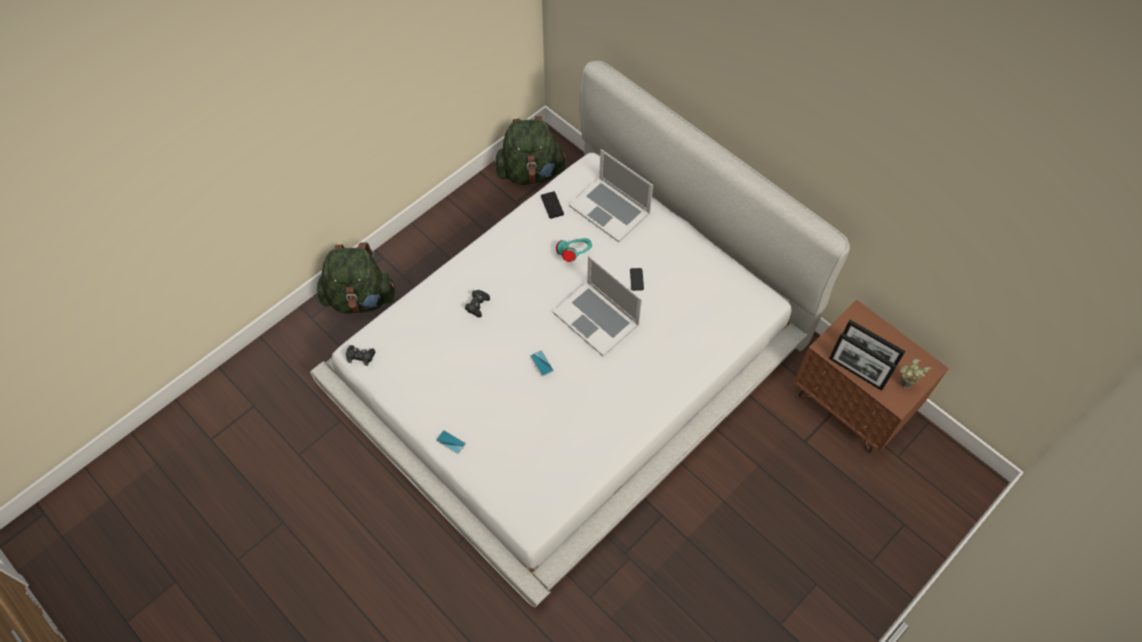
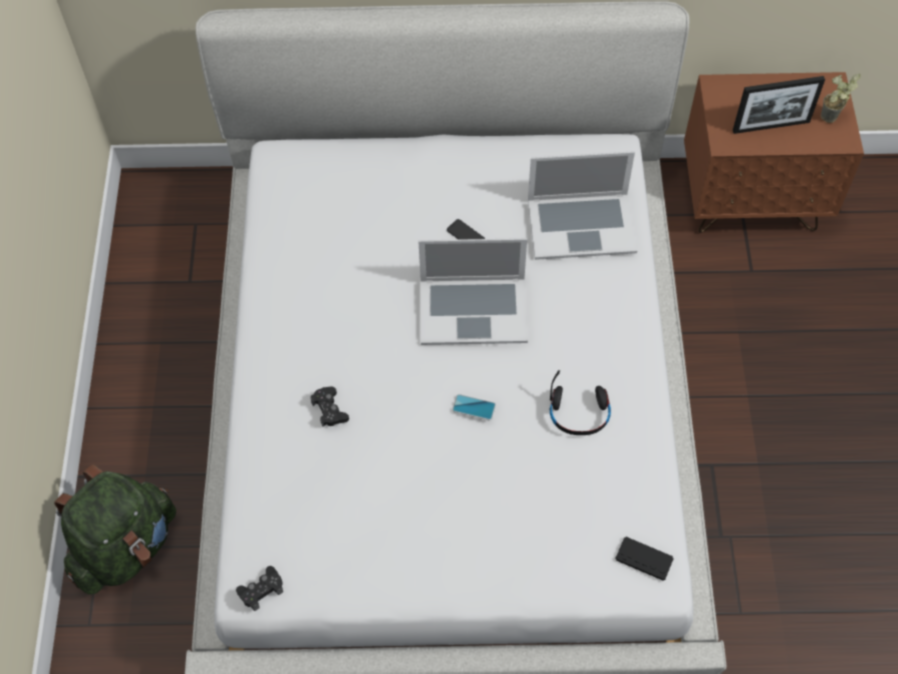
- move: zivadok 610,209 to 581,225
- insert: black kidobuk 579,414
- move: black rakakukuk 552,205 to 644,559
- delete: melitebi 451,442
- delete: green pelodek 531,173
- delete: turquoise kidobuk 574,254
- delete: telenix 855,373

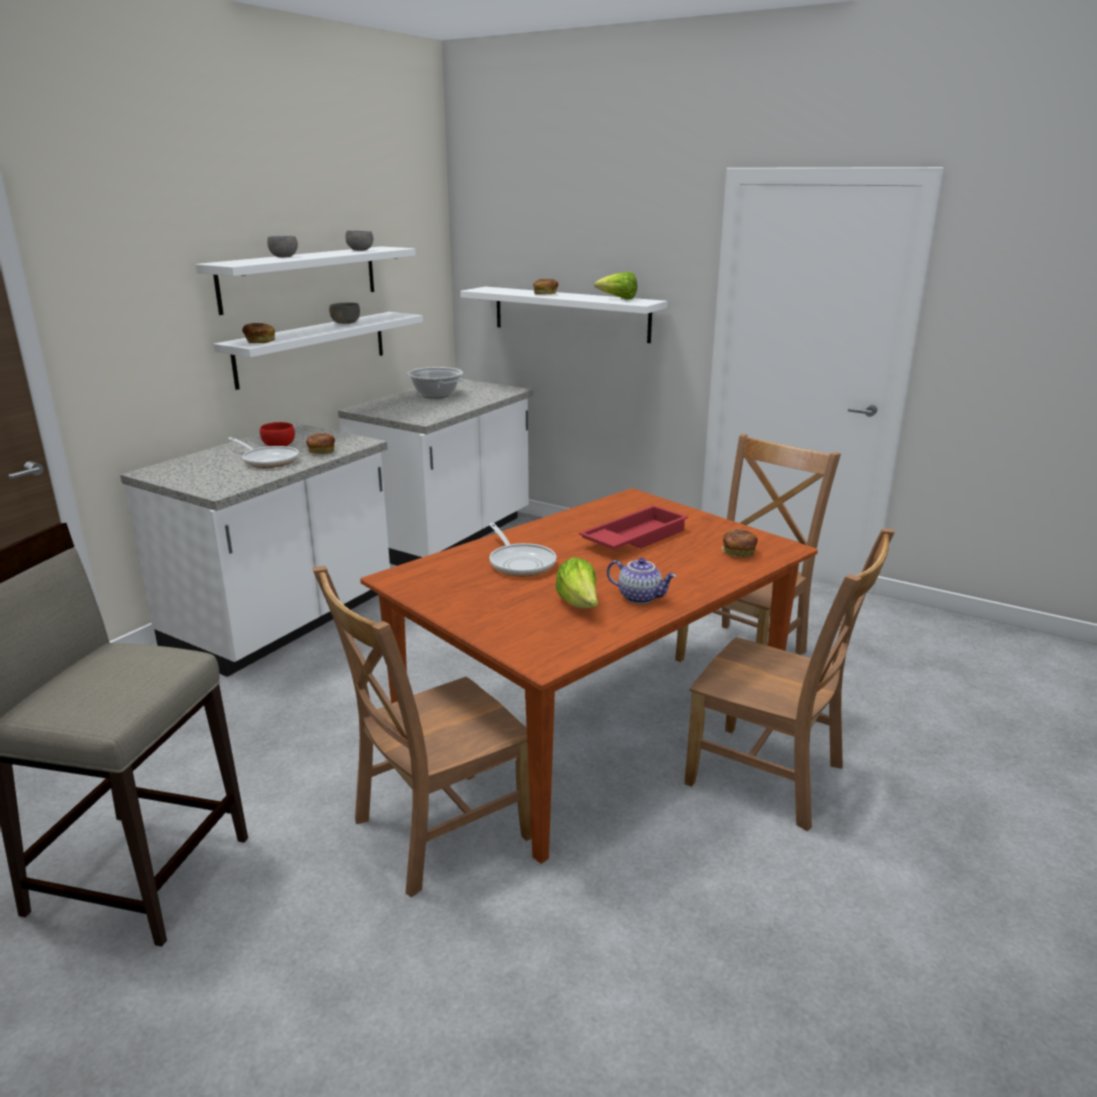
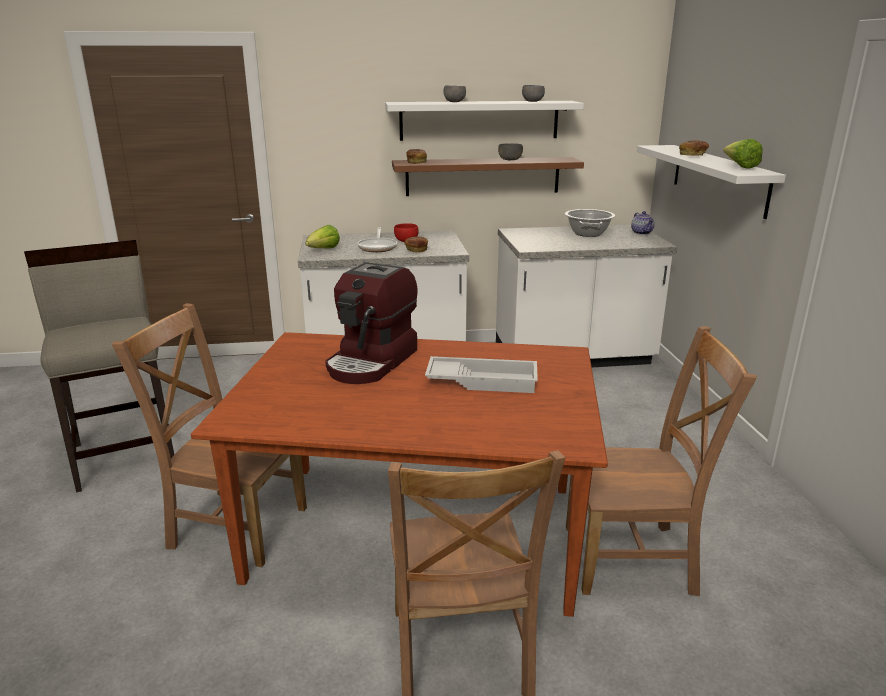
- move: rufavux 579,604 to 323,250
- replace: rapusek 520,563 to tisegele 372,362
- recolor: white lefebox 312,348 to brown lefebox 483,176
- recolor: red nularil 633,538 to white nularil 483,380
- move: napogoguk 640,597 to 642,233
- delete: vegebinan 738,552

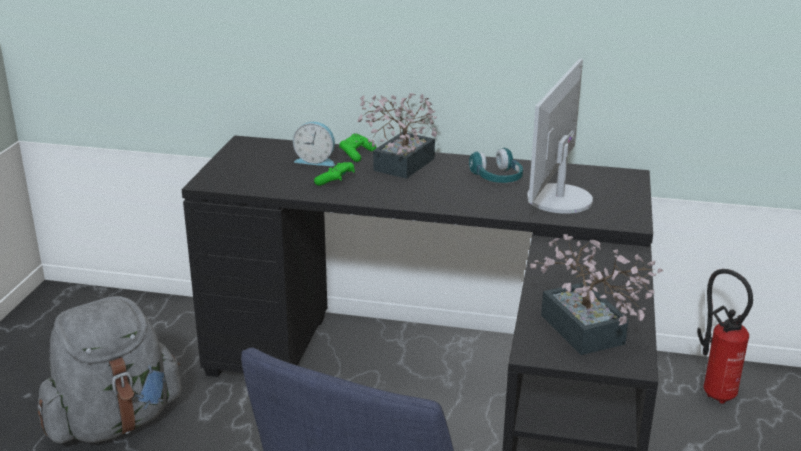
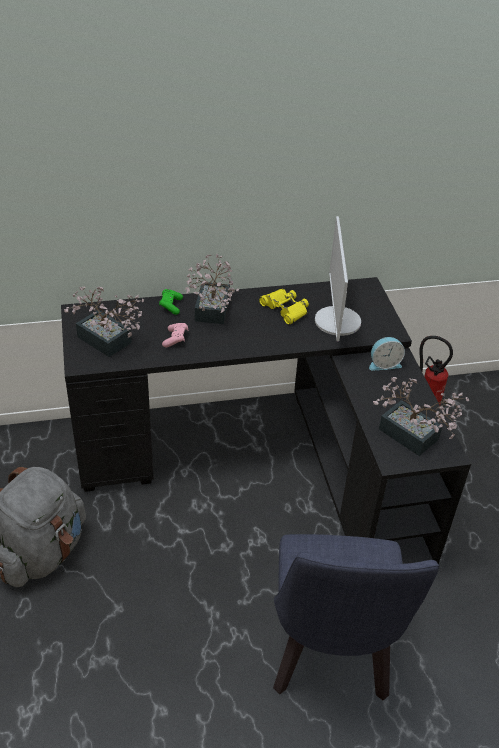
- insert: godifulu 108,343
- recolor: green rakakukuk 336,181 to pink rakakukuk 175,339
- replace: turquoise kidobuk 497,178 to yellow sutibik 285,309
- move: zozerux 316,160 to 384,364

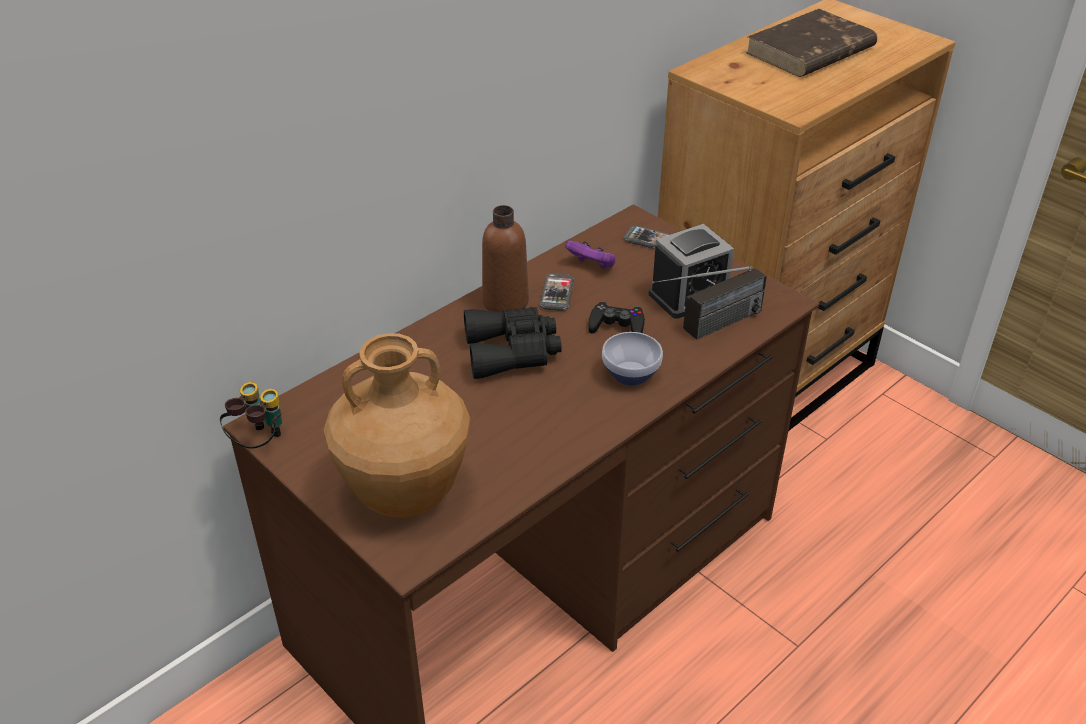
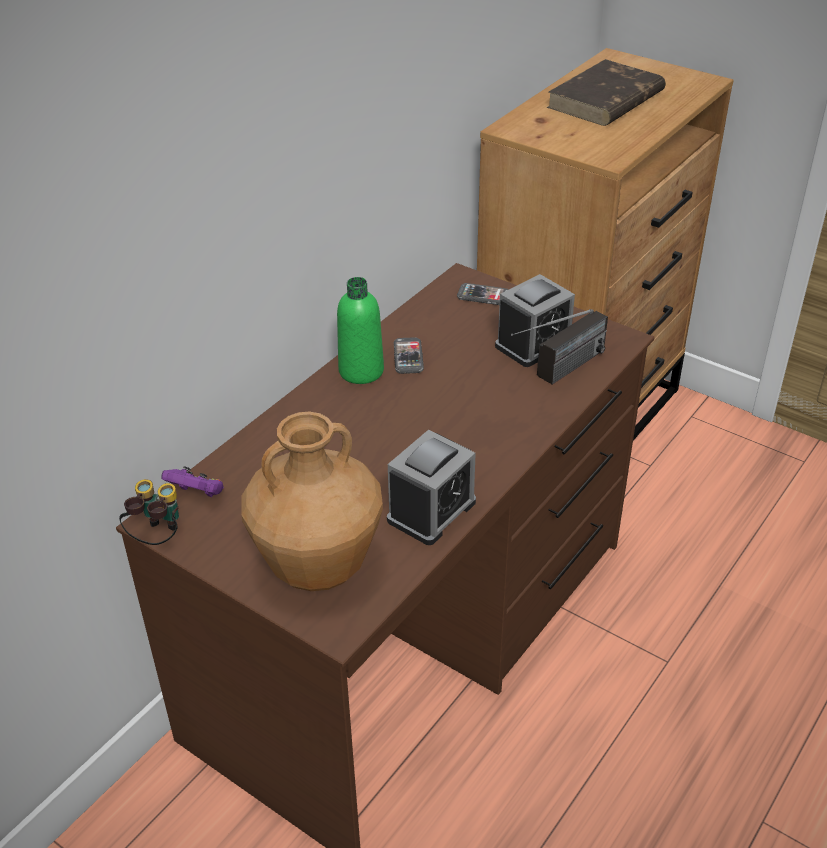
- move: purple rakakukuk 592,266 to 197,494
- recolor: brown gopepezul 505,302 to green gopepezul 361,371
- insert: zozerux 431,511
- delete: black sutibik 512,352
- delete: black rakakukuk 616,325
- delete: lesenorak 632,374

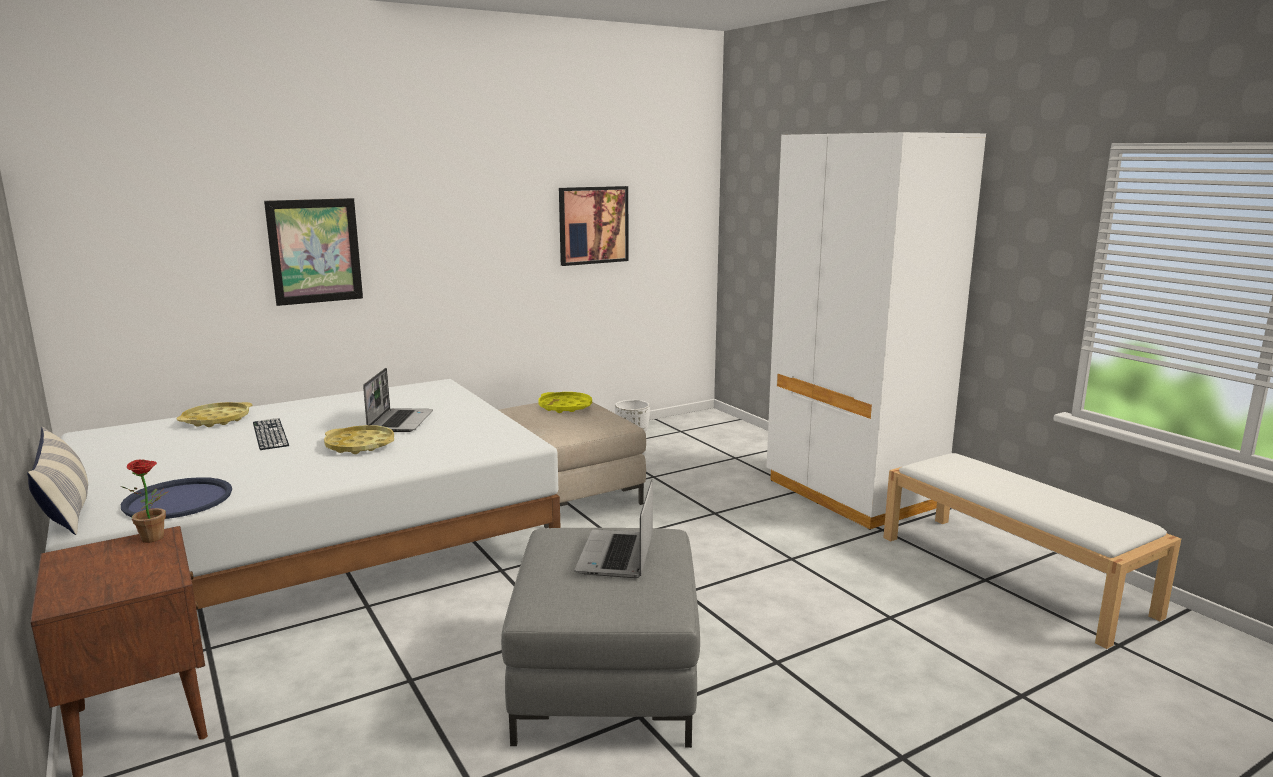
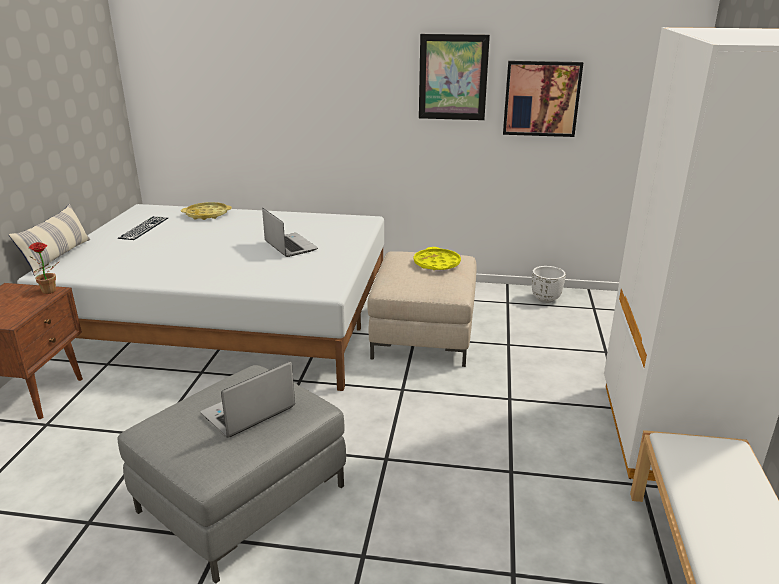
- move: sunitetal 270,434 to 144,228
- rotate: zivadok 400,421 = 289,246 75 degrees counterclockwise
- move: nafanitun 315,251 to 453,77
- delete: blue nularil 178,500
- delete: yellow nularil 360,445

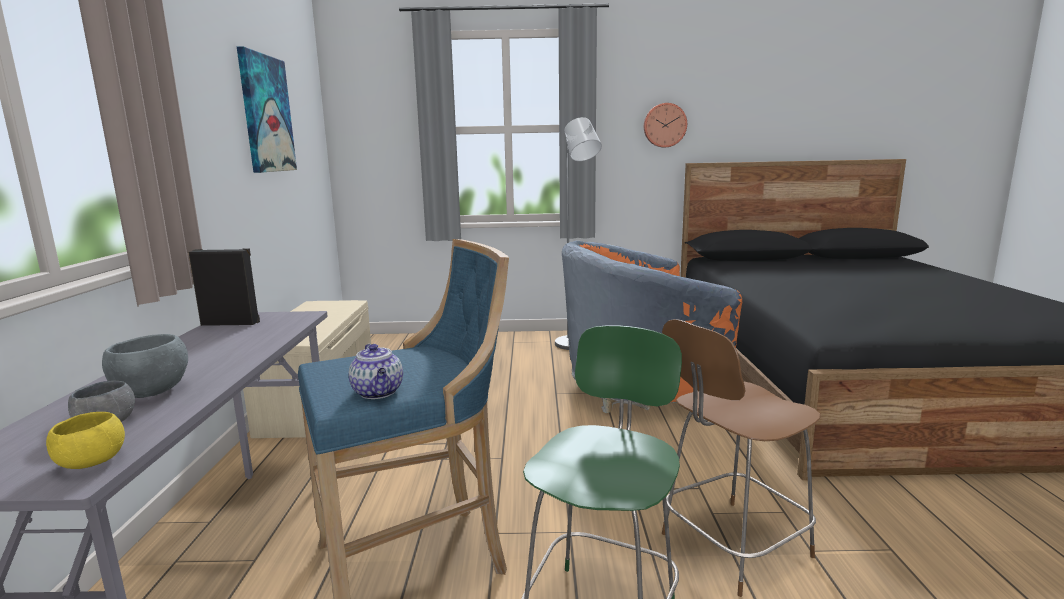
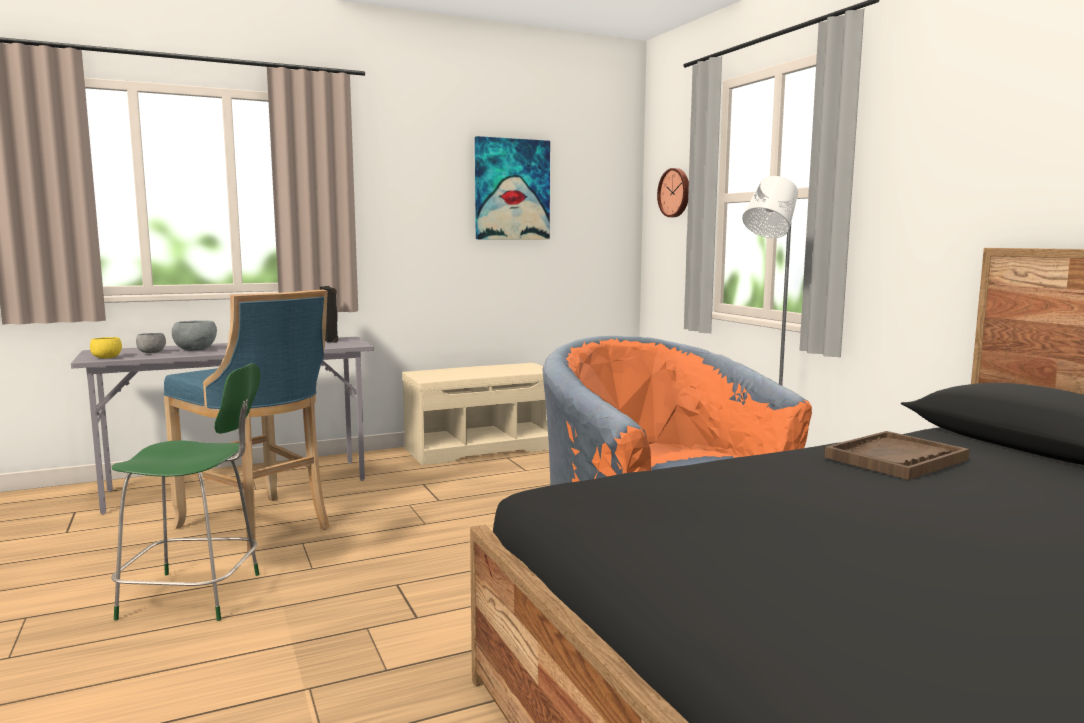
- move: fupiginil 664,125 to 675,193
- insert: brown nularil 896,458
- delete: napogoguk 378,392
- delete: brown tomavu 731,546

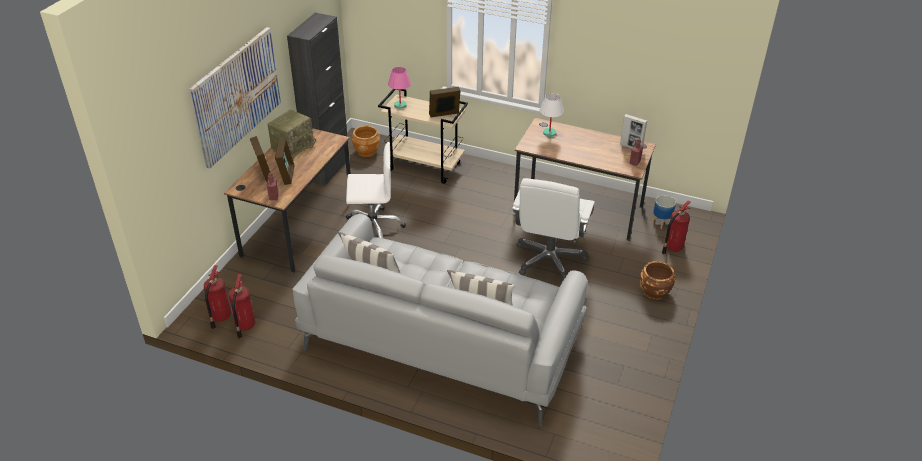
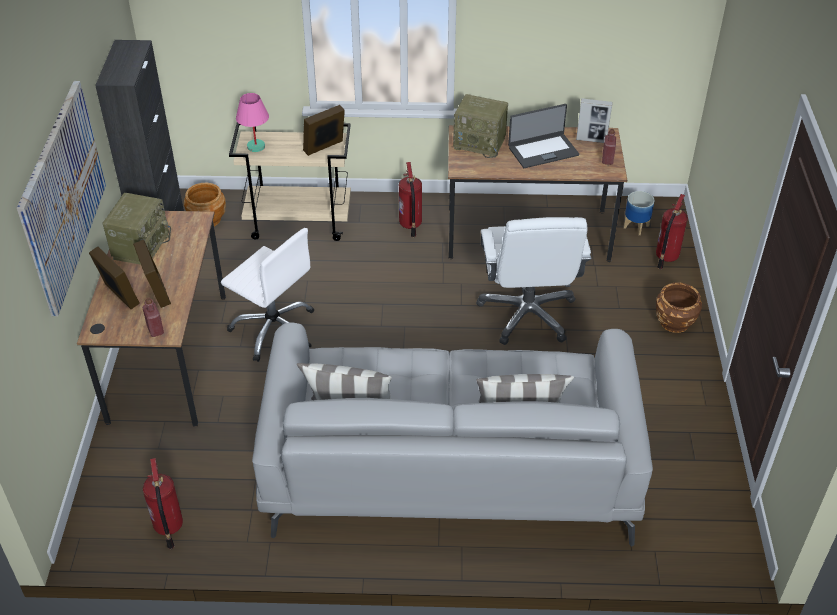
- rotate: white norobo 373,227 = 274,329 60 degrees clockwise
- move: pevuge 220,317 to 410,225
- replace: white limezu 550,133 to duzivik 480,143
- insert: zivadok 542,151

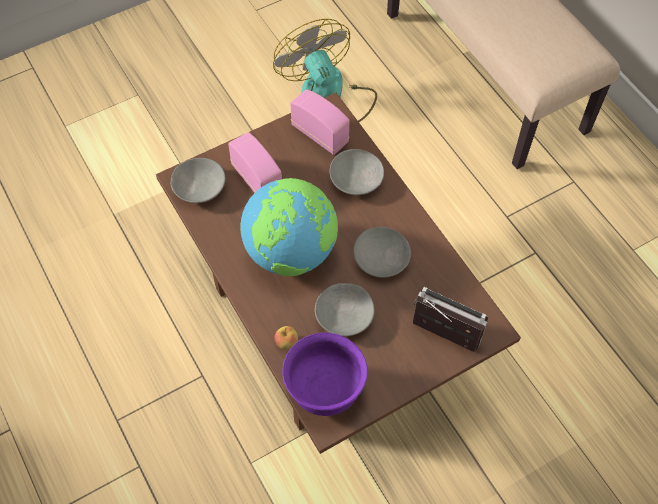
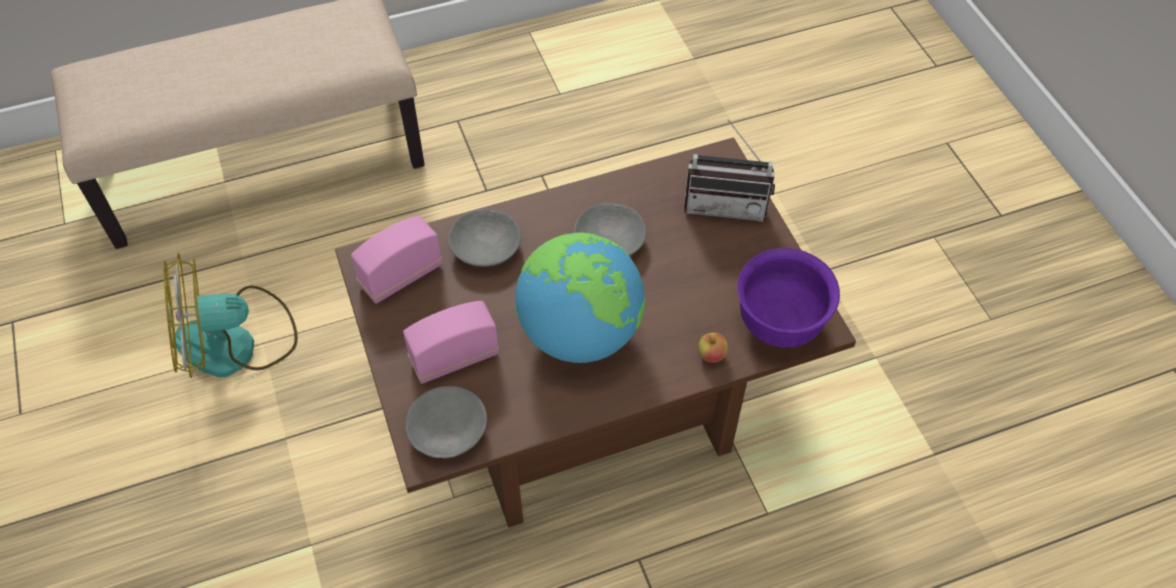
- rotate: duzivik 441,338 = 726,204 120 degrees counterclockwise
- delete: grey lesenorak 345,315

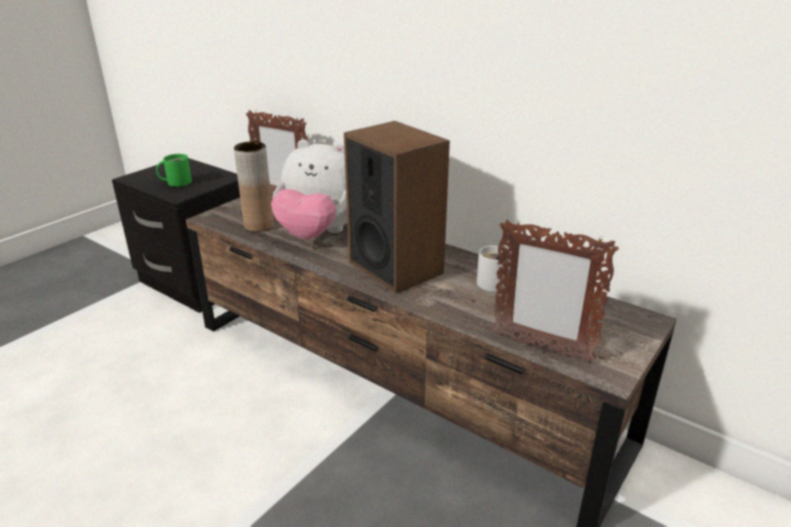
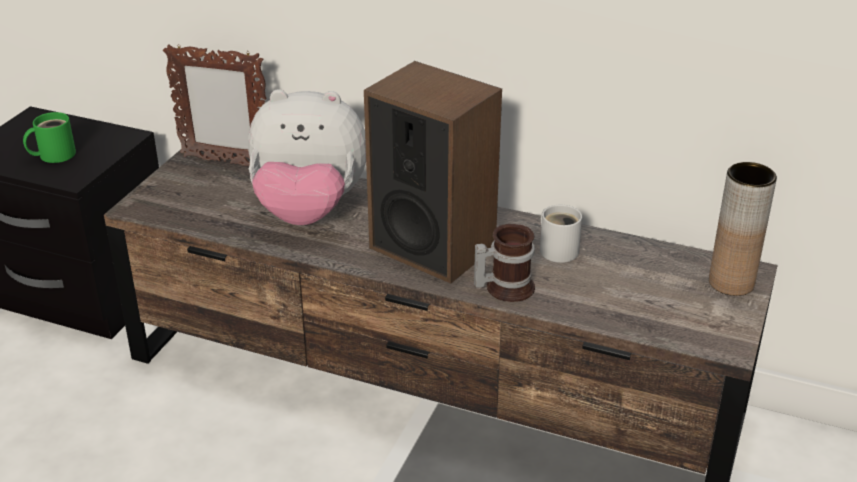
- insert: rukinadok 504,287
- move: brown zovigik 259,225 to 731,283
- delete: telenix 541,347

